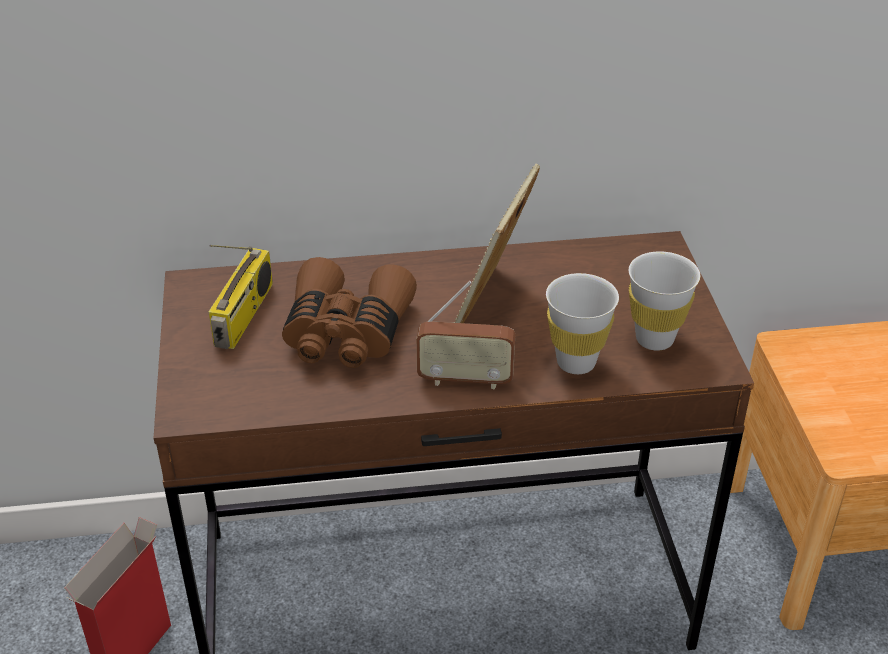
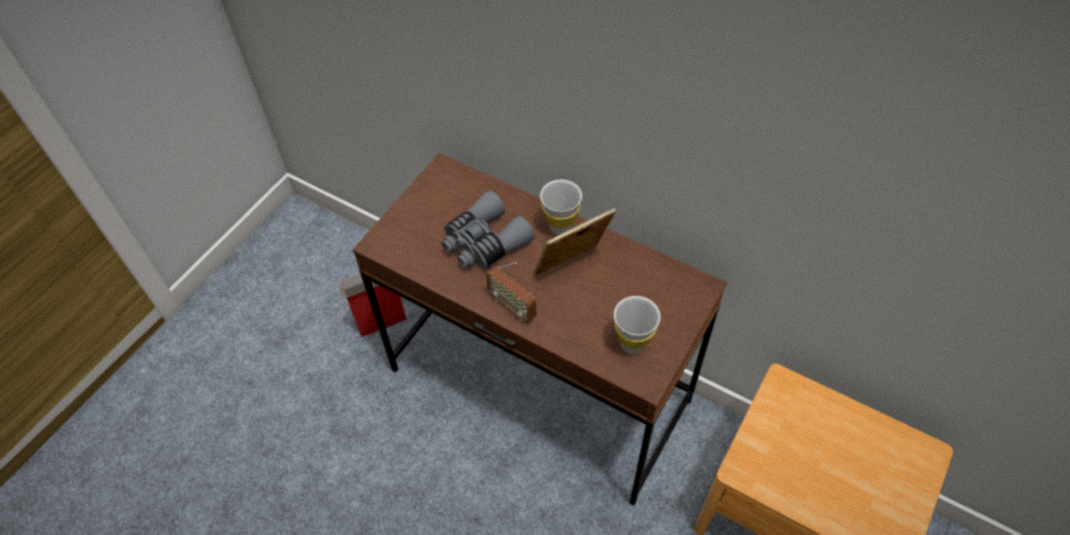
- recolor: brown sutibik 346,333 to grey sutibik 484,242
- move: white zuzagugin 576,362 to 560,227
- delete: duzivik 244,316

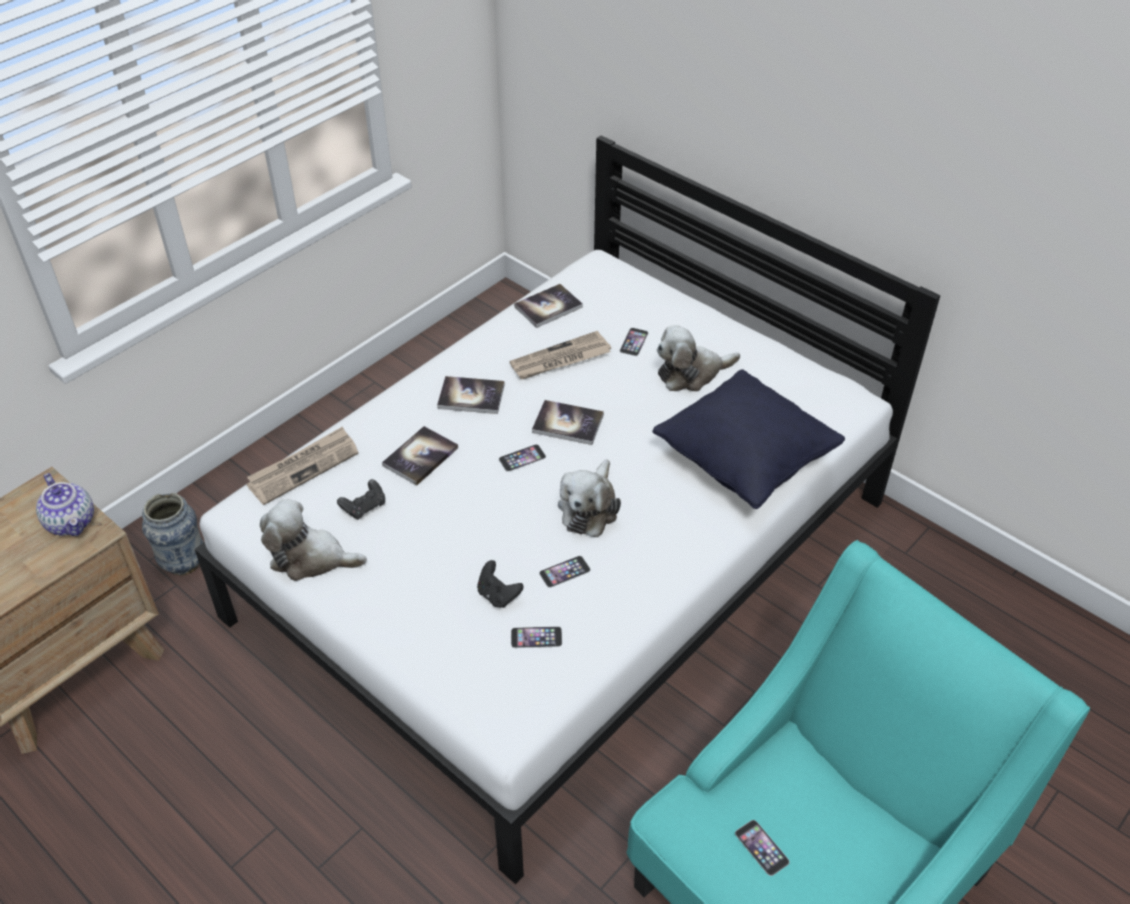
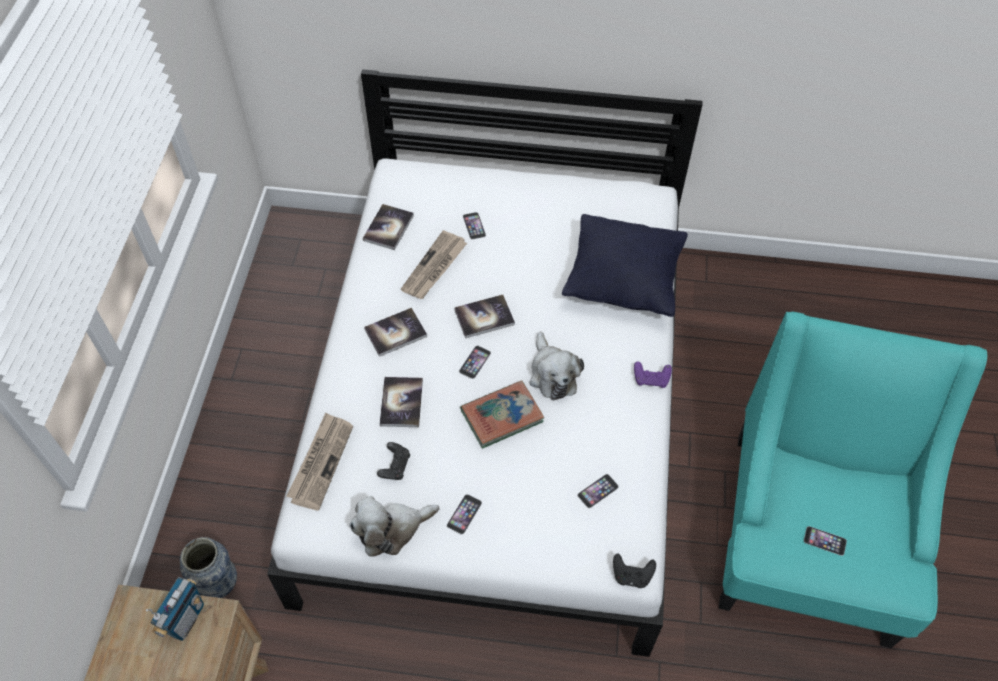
- replace: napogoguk 72,522 to duzivik 185,619
- move: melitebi 564,571 to 464,514
- insert: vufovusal 502,416
- move: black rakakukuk 498,595 to 631,576
- insert: purple rakakukuk 651,379
- delete: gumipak 691,373

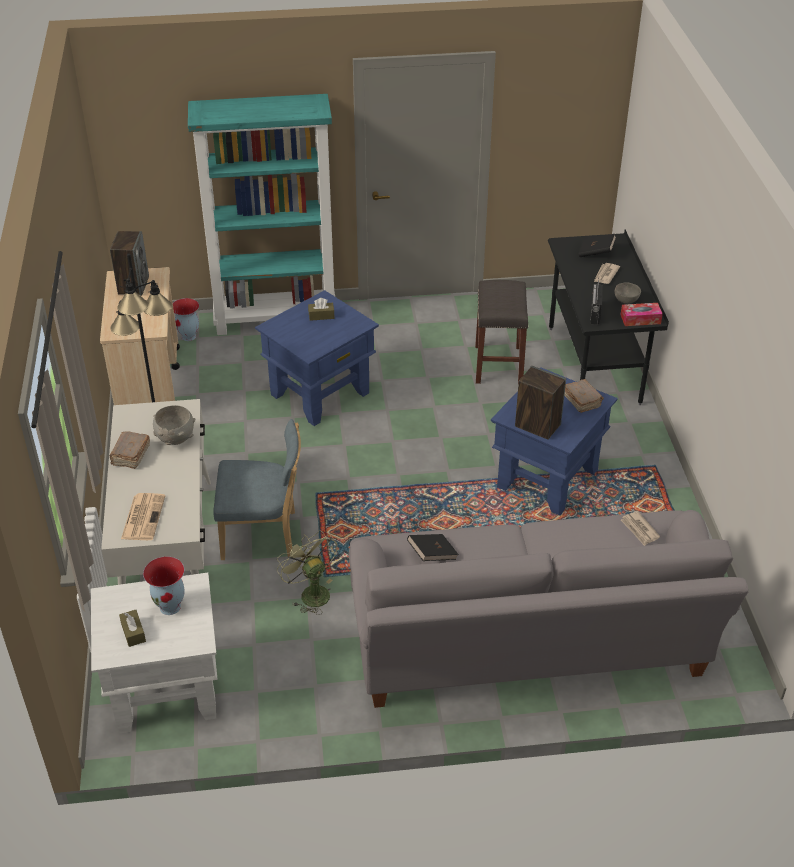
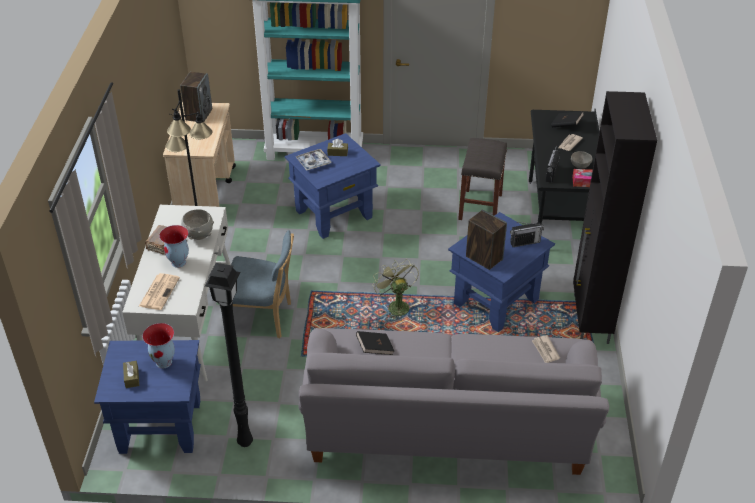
- recolor: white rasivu 165,690 to blue rasivu 160,426
- move: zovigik 189,336 to 179,262
- insert: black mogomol 244,442
- insert: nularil 313,163
- move: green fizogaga 310,592 to 395,305
- replace: brown vufovusal 581,401 to duzivik 525,242
- insert: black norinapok 590,319

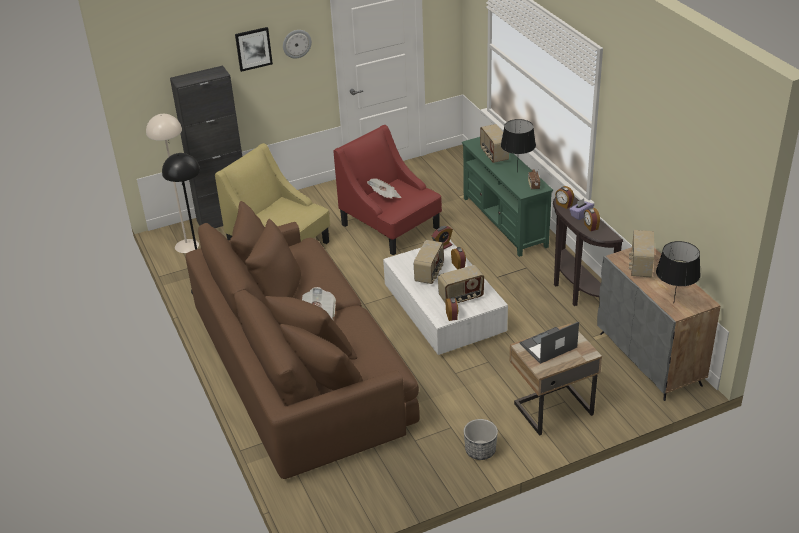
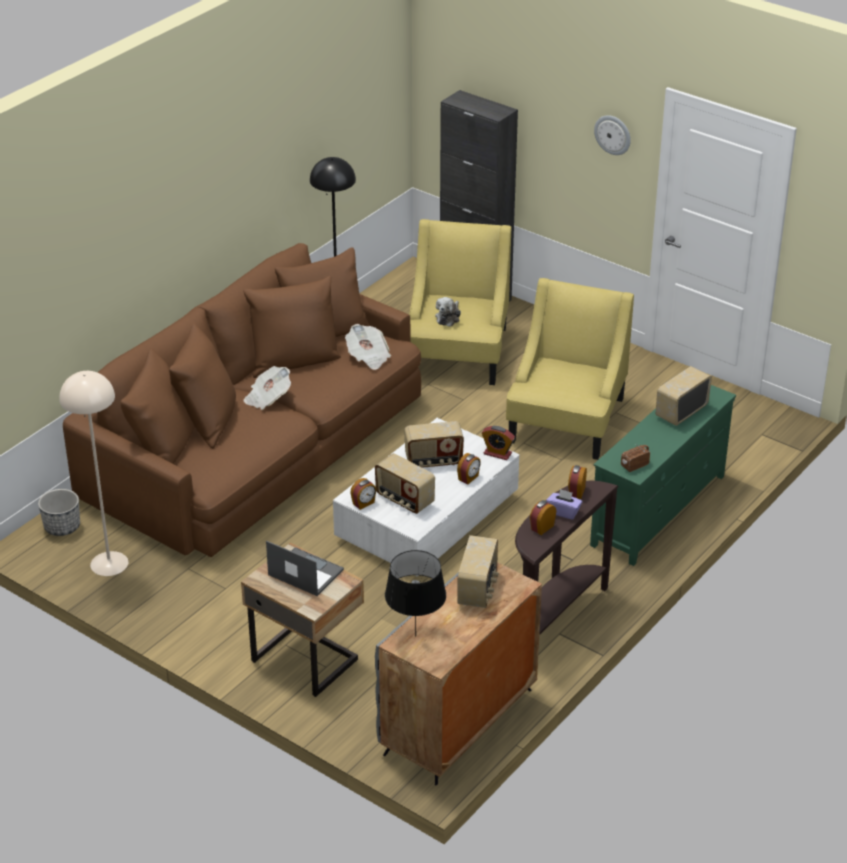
- move: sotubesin 480,450 to 62,527
- move: beige mogomol 186,246 to 109,563
- move: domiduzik 384,196 to 368,357
- insert: gumipak 448,317
- rotate: duzivik 640,266 = 478,589 120 degrees clockwise
- recolor: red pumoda 390,226 to yellow pumoda 567,420
- delete: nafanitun 253,48
- delete: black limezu 517,172

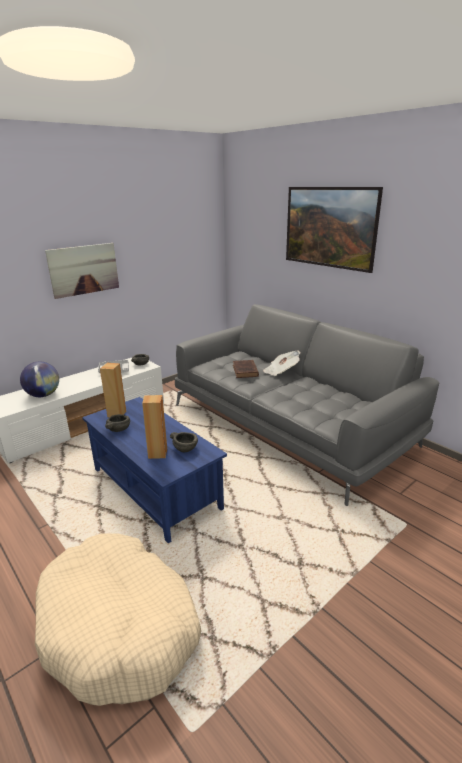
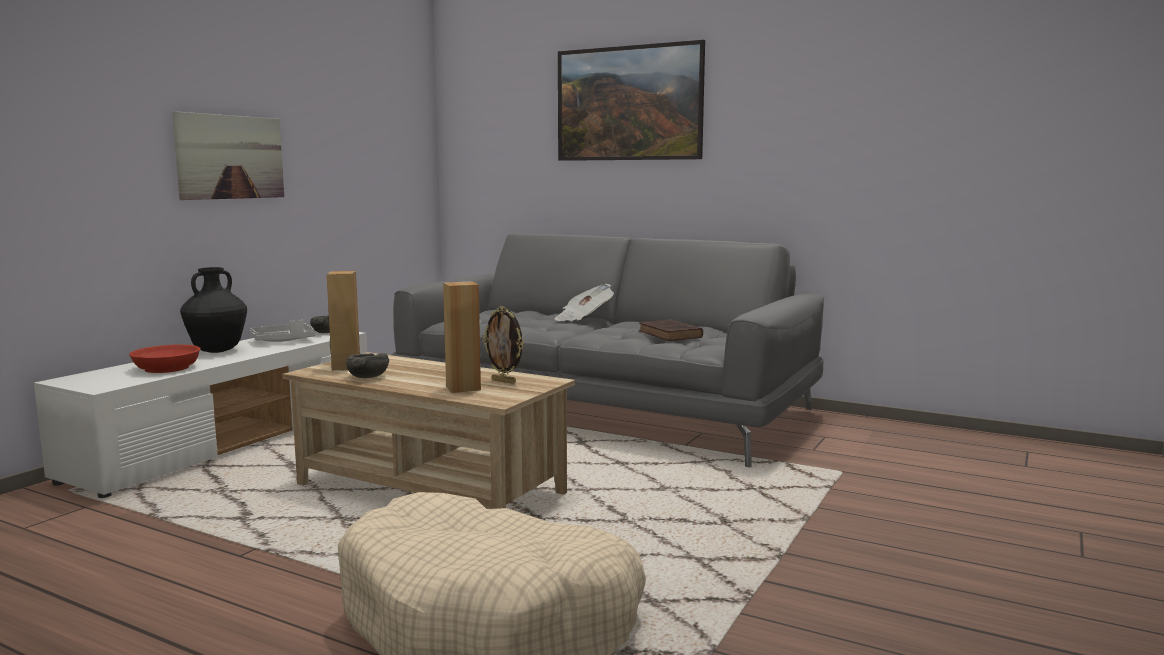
- replace: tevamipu 43,395 to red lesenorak 167,368
- insert: black zovigik 216,351
- recolor: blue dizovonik 156,488 to beige dizovonik 431,489
- replace: grey lesenorak 185,448 to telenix 504,381
- move: brown vufovusal 245,371 to 671,335

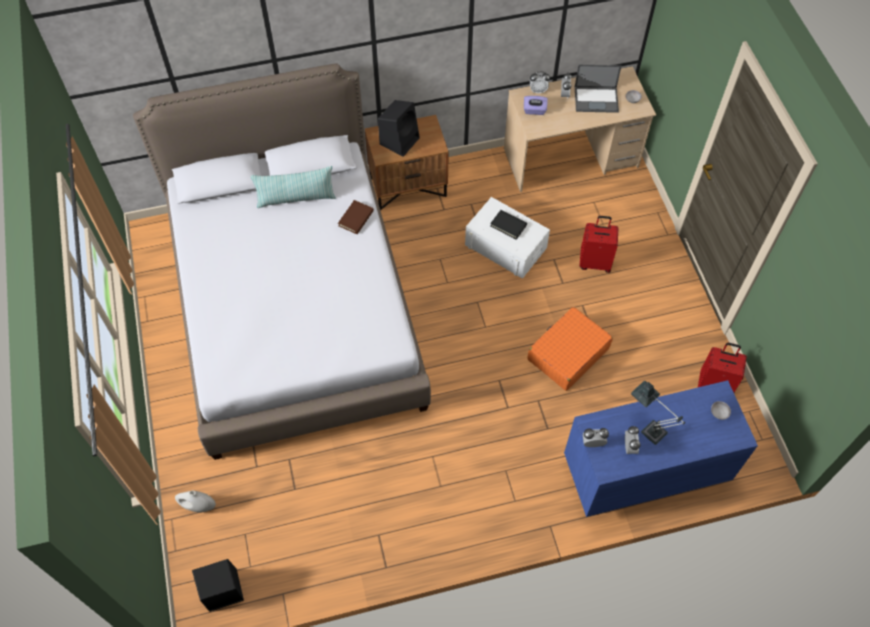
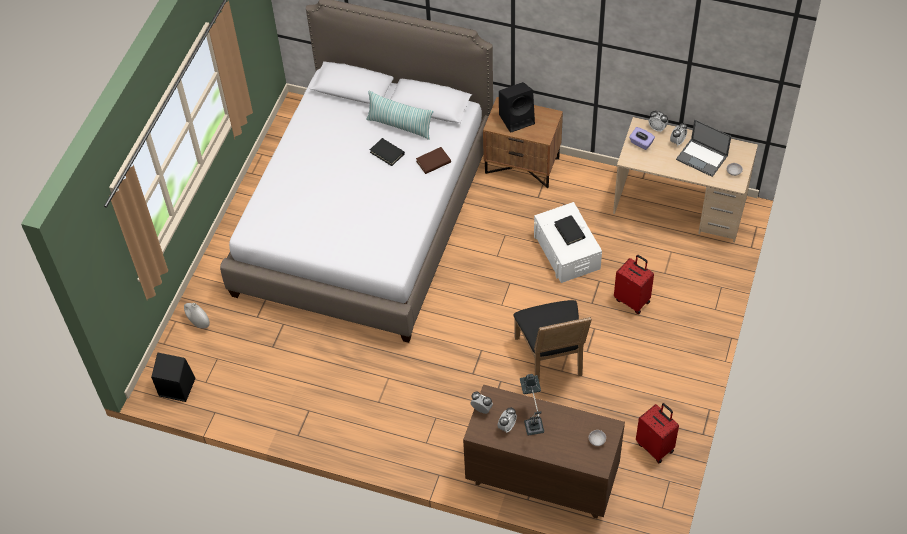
- insert: black vufovusal 387,153
- recolor: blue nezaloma 643,474 to brown nezaloma 541,478
- replace: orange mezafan 567,354 to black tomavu 552,359

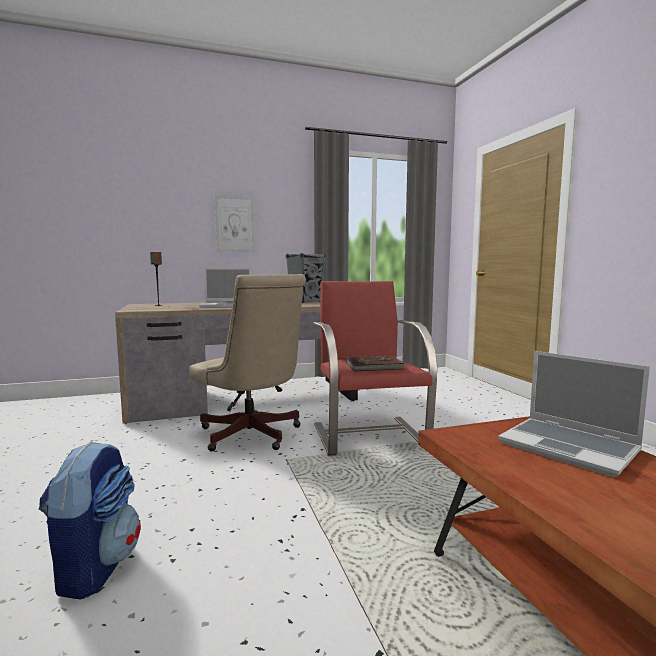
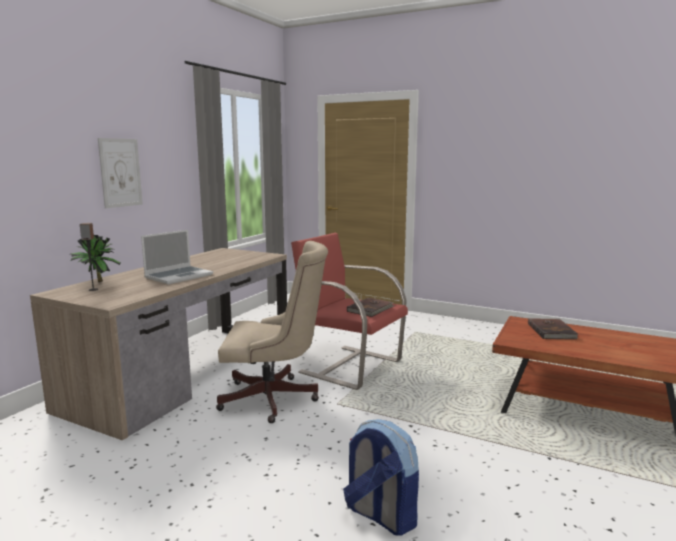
- insert: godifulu 96,282
- replace: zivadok 570,447 to brown vufovusal 552,331
- delete: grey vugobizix 306,302

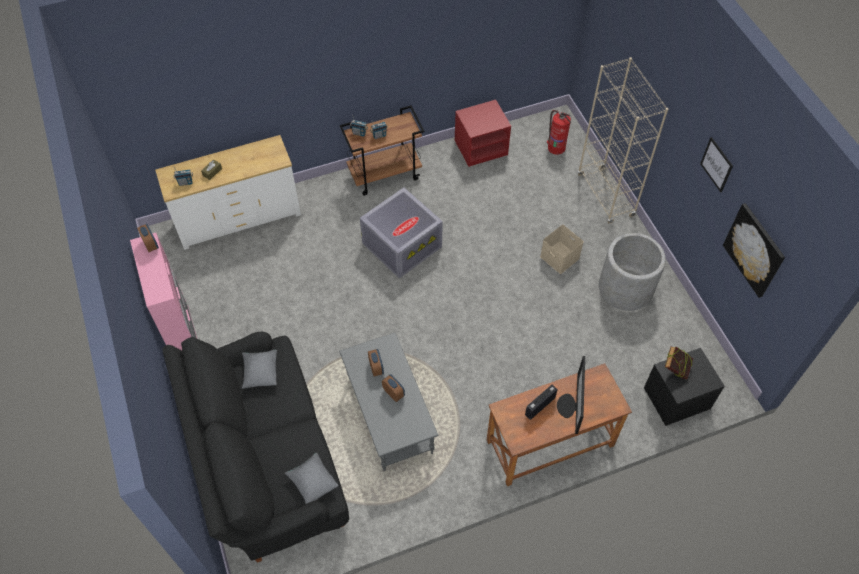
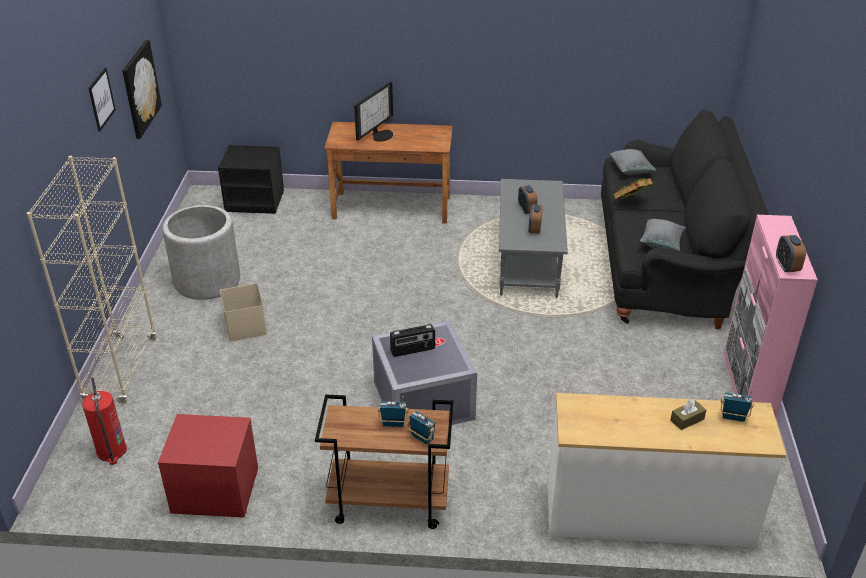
- move: duzivik 539,406 to 413,350
- move: vufovusal 675,369 to 630,202

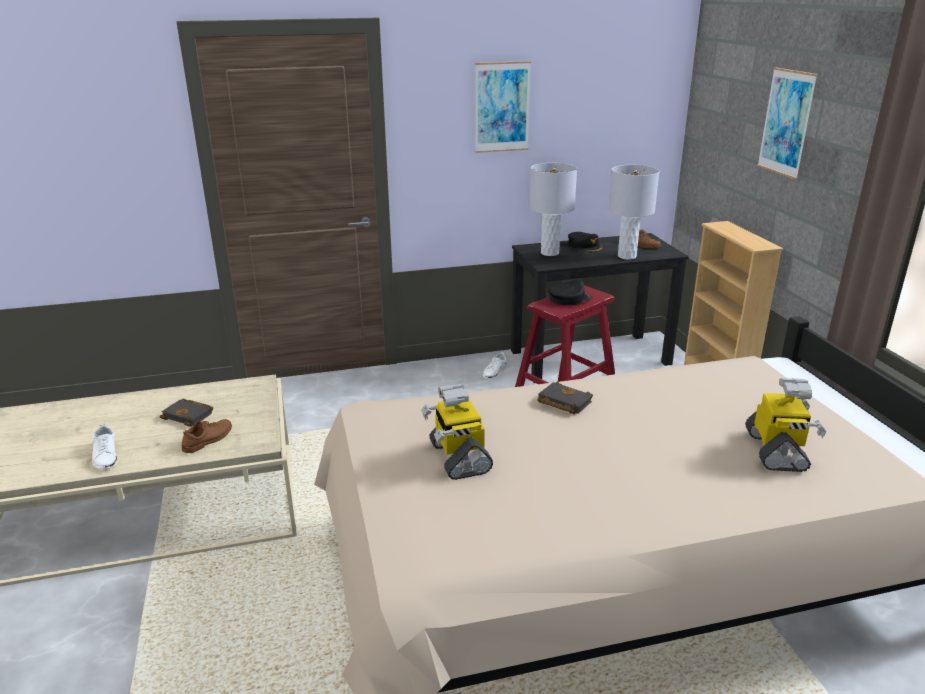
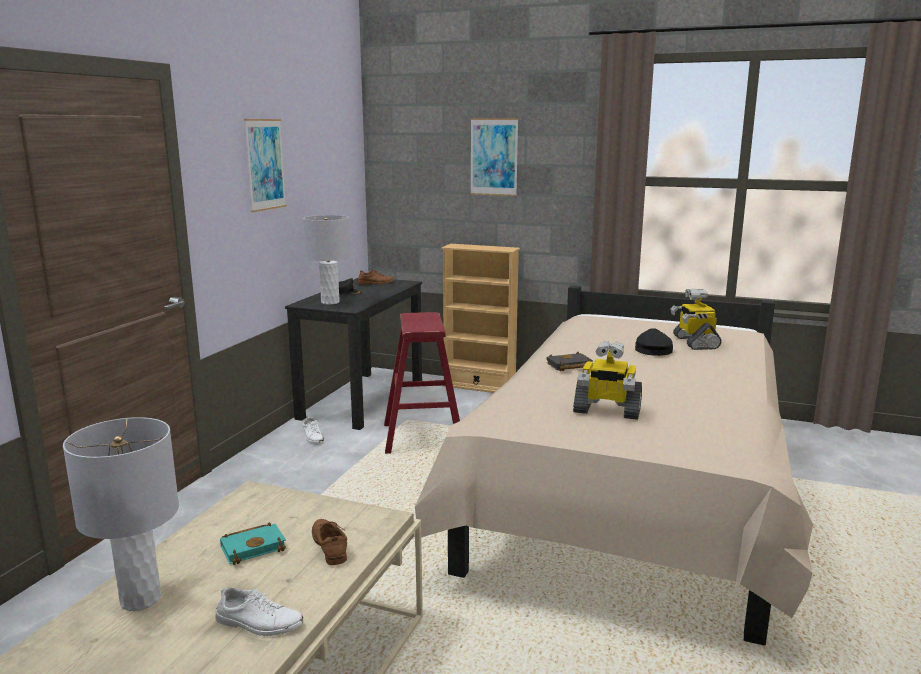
- move: grey limezu 627,256 to 141,599
- recolor: black vufovusal 189,415 to turquoise vufovusal 254,546
- move: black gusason 569,298 to 652,349
- rotate: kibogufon 777,451 = 694,342 135 degrees counterclockwise

